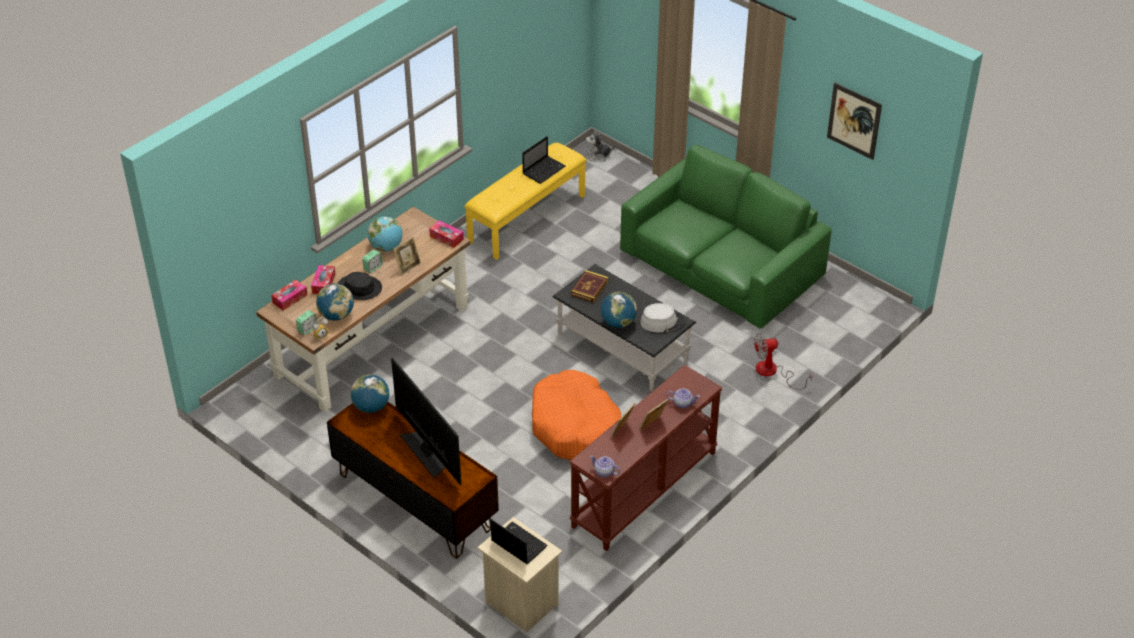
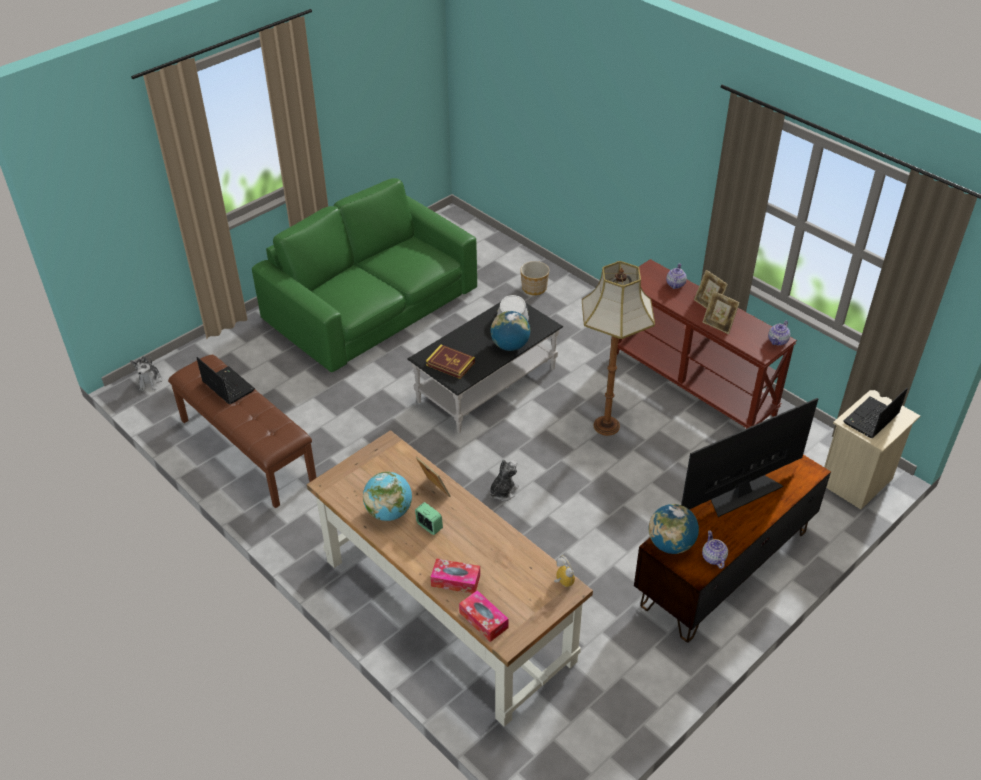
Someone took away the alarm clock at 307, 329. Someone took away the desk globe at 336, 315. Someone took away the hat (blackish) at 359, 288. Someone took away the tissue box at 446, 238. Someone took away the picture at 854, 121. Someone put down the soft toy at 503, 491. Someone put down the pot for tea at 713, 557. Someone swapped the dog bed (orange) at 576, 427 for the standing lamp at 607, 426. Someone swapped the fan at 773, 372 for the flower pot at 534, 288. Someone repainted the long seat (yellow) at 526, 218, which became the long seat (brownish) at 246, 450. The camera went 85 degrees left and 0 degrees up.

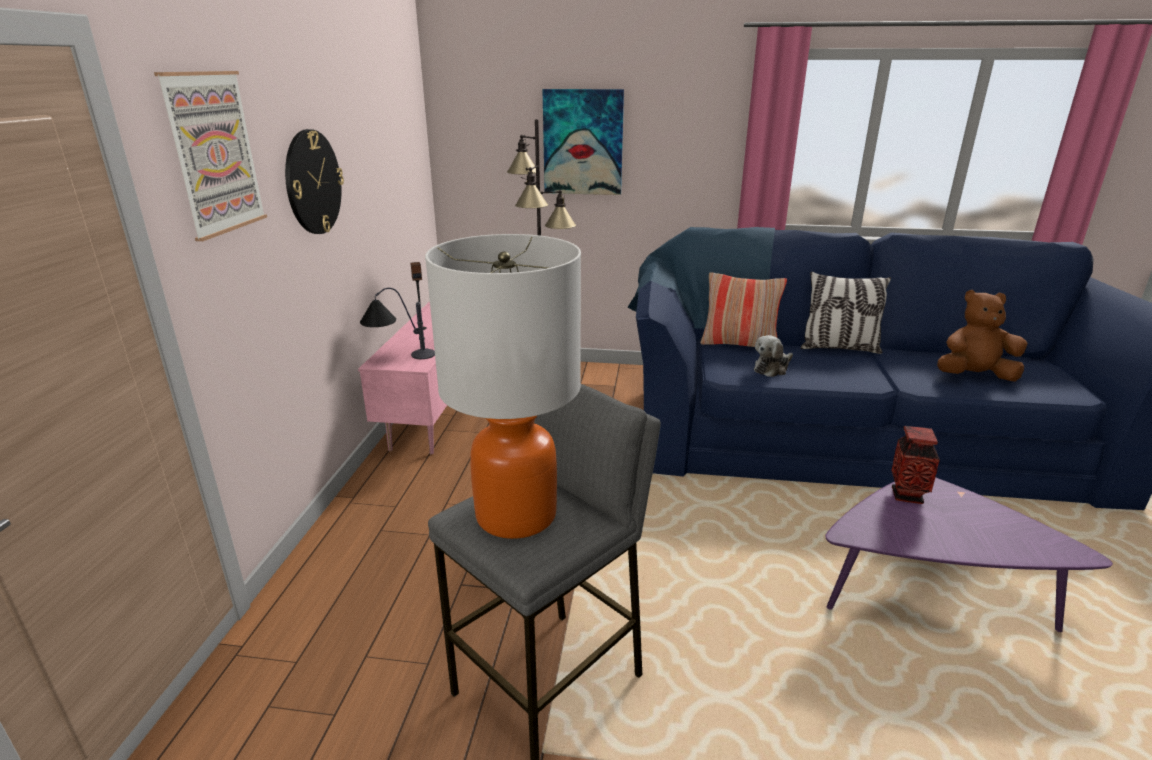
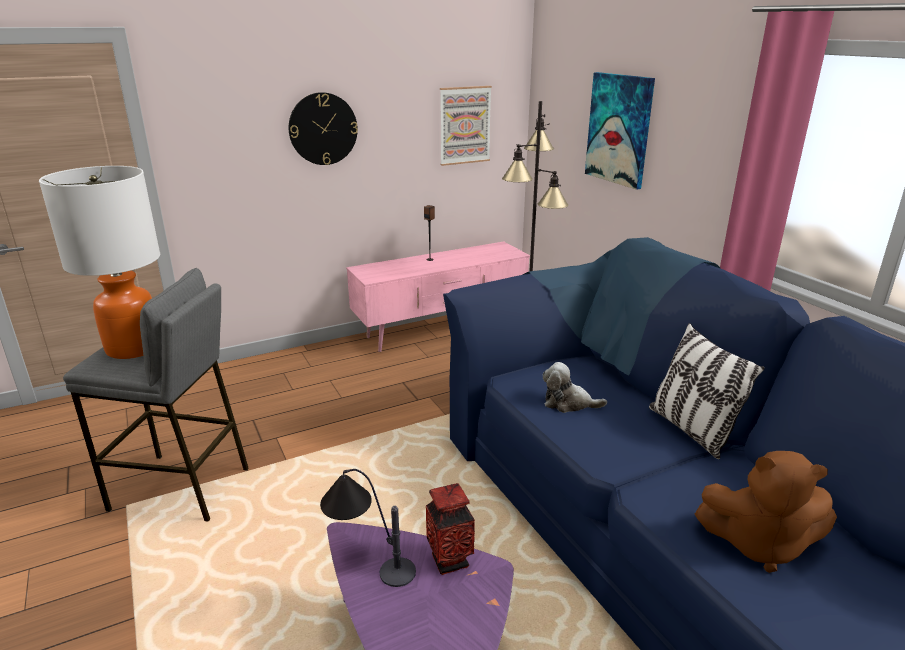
Someone took away the pillow at 739, 344. Someone carried the picture from 213, 153 to 464, 125. Someone carried the lamp for a table from 398, 358 to 367, 558. Someone rotated the soft toy (brownish) at 974, 376 by 135 degrees clockwise. The camera went 55 degrees right and 0 degrees up.

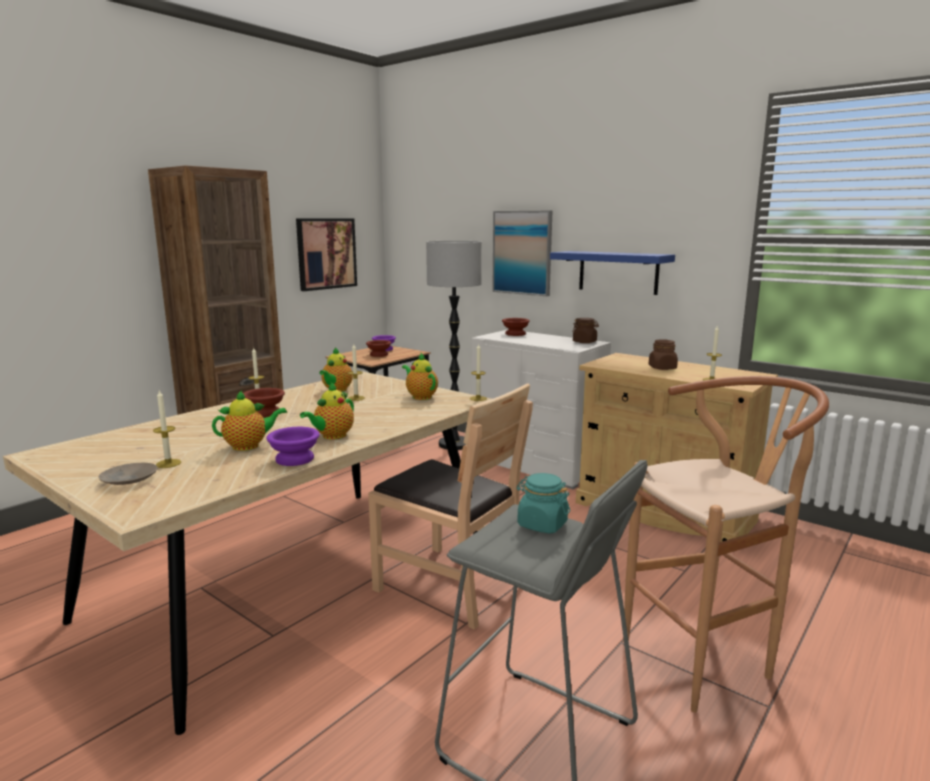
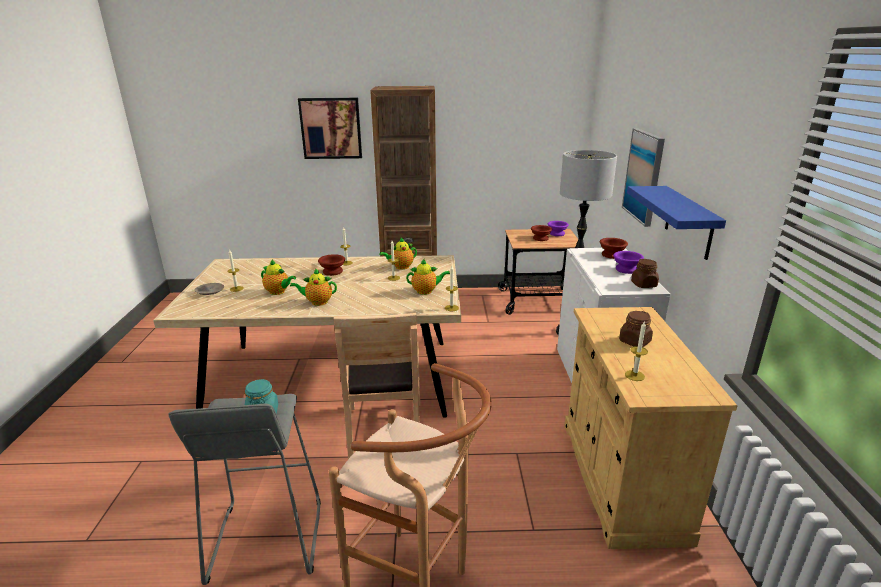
Someone carried the bowl (purple) from 296, 459 to 627, 270. Someone carried the picture from 326, 253 to 331, 128. Someone rotated the pot for tea at 420, 396 by 75 degrees clockwise. The camera went 50 degrees right and 10 degrees up.

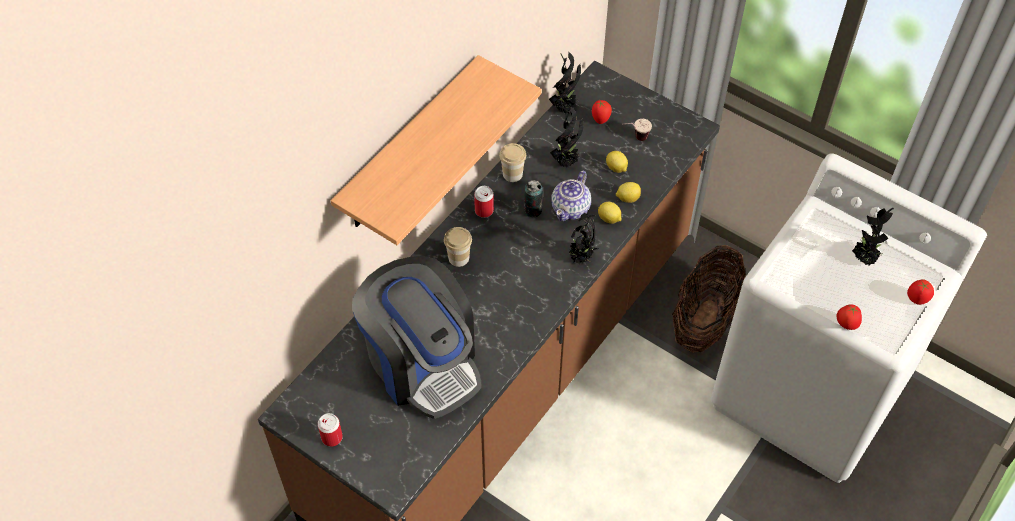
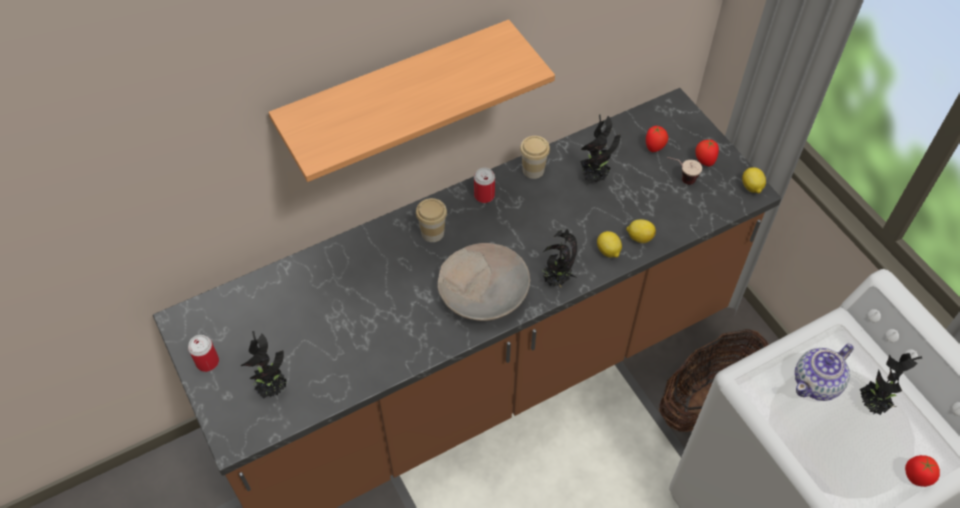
Someone took away the coffee brewer at 422, 362. Someone took away the sealed can at 533, 210. Someone put down the bowl (beige-coloured) at 484, 293. Someone carried the plant in a pot from 565, 108 to 273, 388. Someone carried the pot for tea from 571, 208 to 817, 383. Someone carried the lemon from 616, 168 to 751, 187. Someone carried the whole tomato from 846, 324 to 704, 161. The camera went 25 degrees right and 0 degrees up.

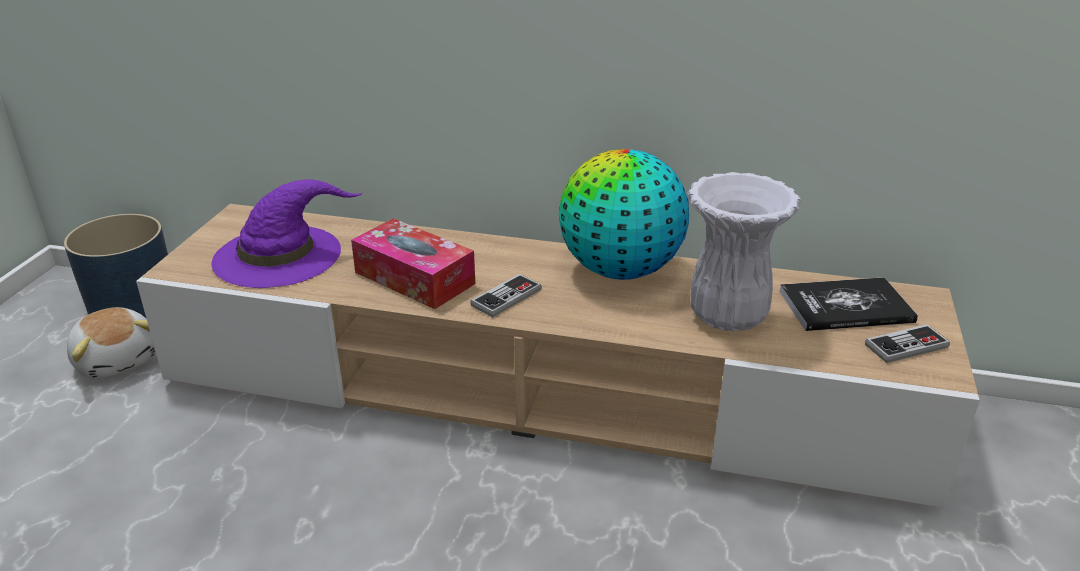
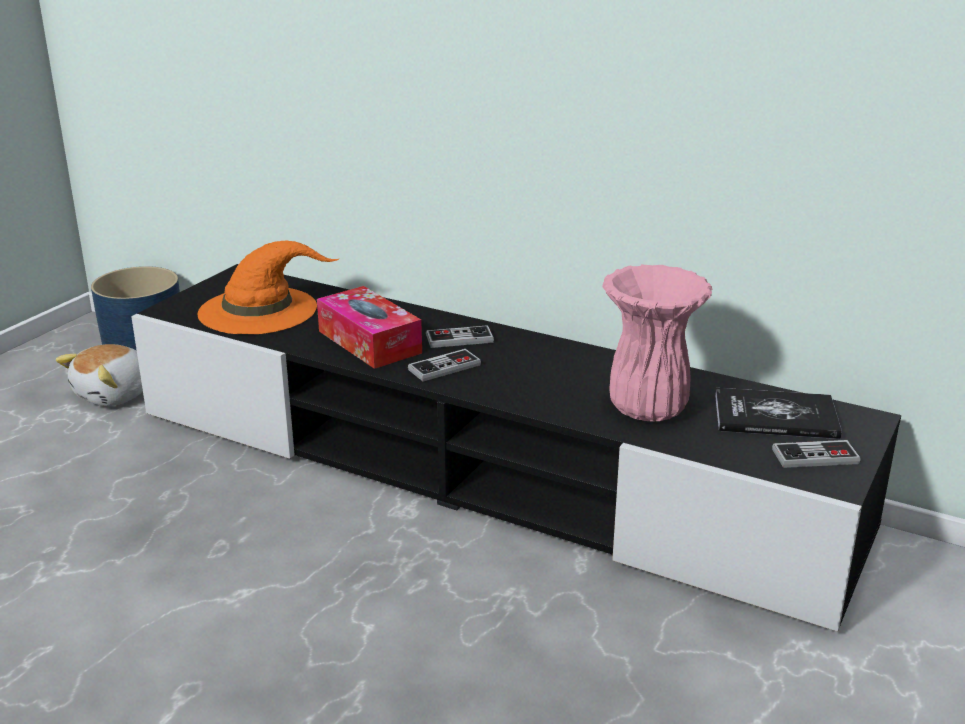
Someone took away the desk globe at 620, 270. Someone put down the game controller at 459, 339. Someone repainted the tv stand (beige-coloured) at 541, 390, which became the tv stand (blackish) at 484, 472. Someone repainted the hat (purple) at 279, 255, which became the hat (orange) at 260, 309. Someone repainted the vase (white) at 726, 317, which became the vase (pink) at 645, 410. Someone rotated the soft toy at 118, 360 by 60 degrees clockwise. The camera went 15 degrees right and 5 degrees down.

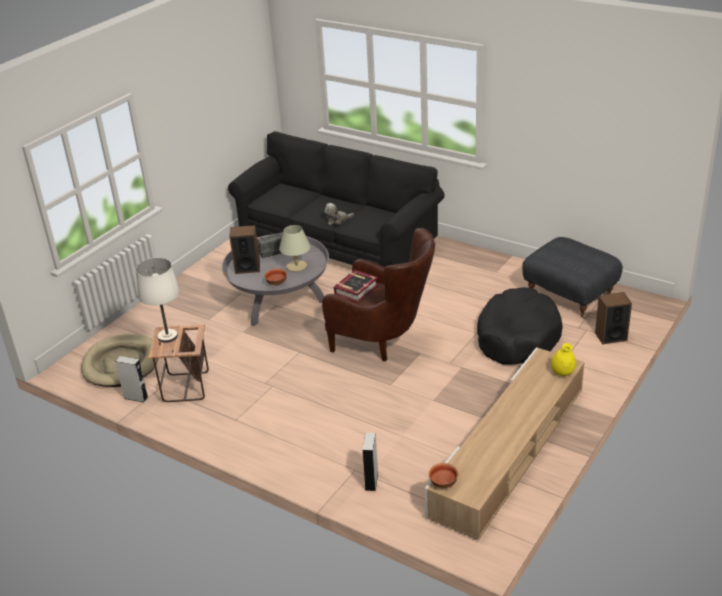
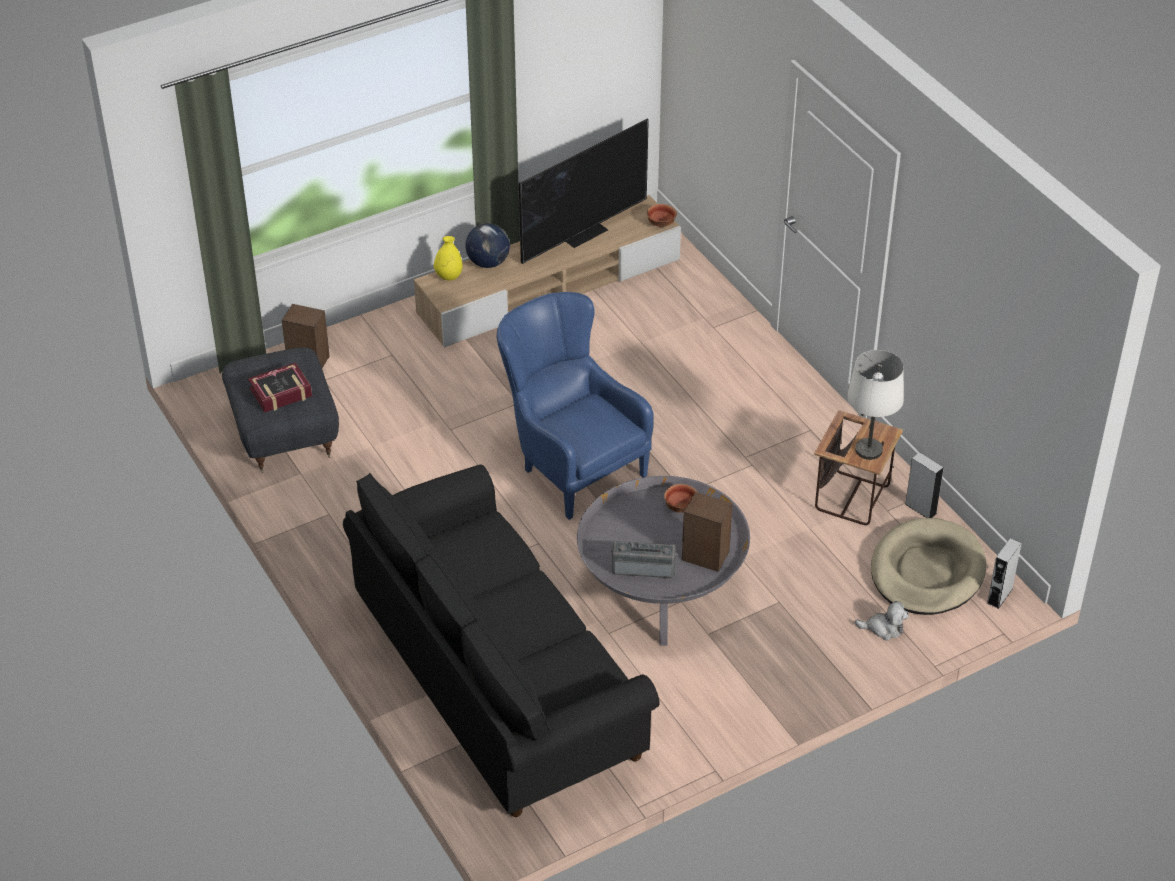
Someone took away the lamp for a table (beige-coloured) at 297, 267. Someone took away the dog bed (blackish) at 517, 337. Someone put down the desk globe at 488, 262. Someone put down the television at 584, 232. Someone carried the soft toy from 337, 220 to 883, 628. Someone carried the book from 356, 290 to 281, 393. Someone carried the loudspeaker (grey) from 371, 481 to 999, 596. Someone repainted the lounge chair (brownish) at 383, 341, which became the lounge chair (blue-coloured) at 571, 464. The camera went 155 degrees left and 10 degrees up.

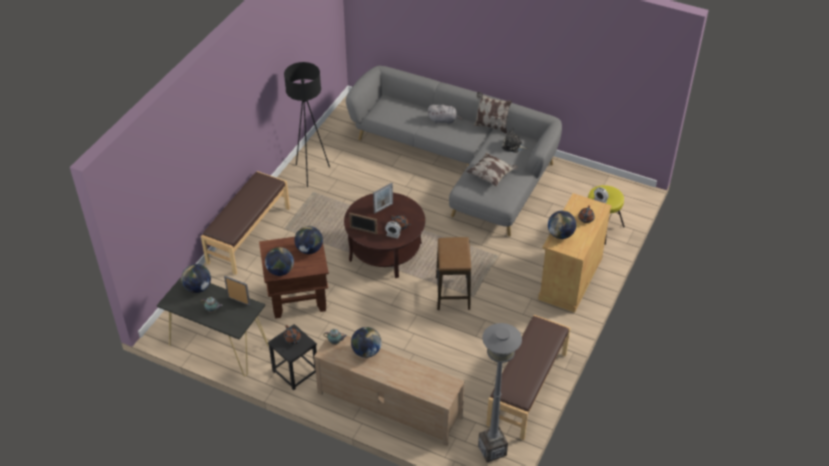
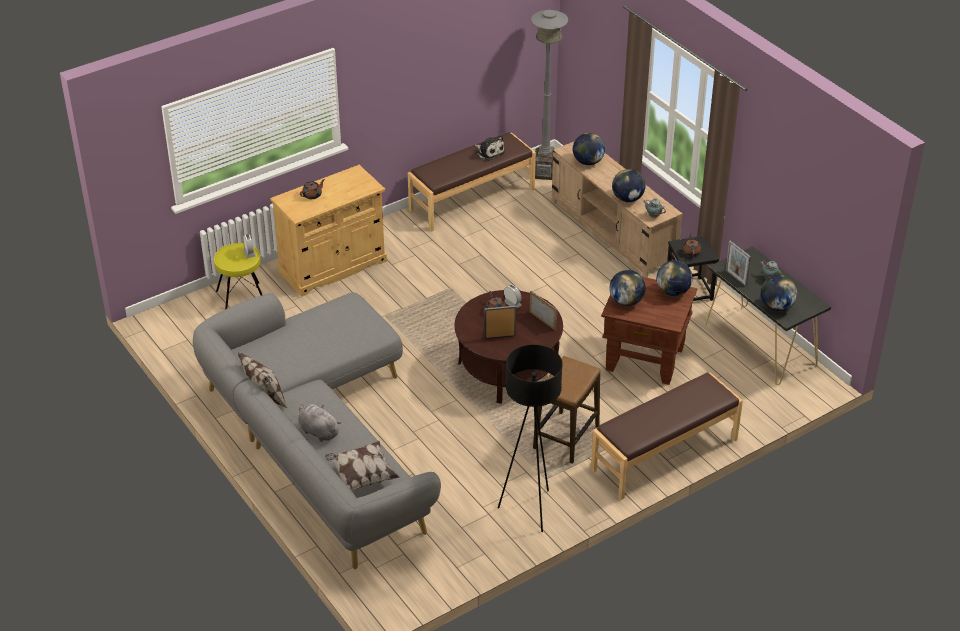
Someone carried the stool from 453, 293 to 566, 437. Someone carried the pillow from 491, 175 to 362, 475. Someone carried the soft toy from 513, 146 to 489, 152. Someone carried the desk globe from 560, 234 to 588, 162. The camera went 150 degrees left and 5 degrees down.

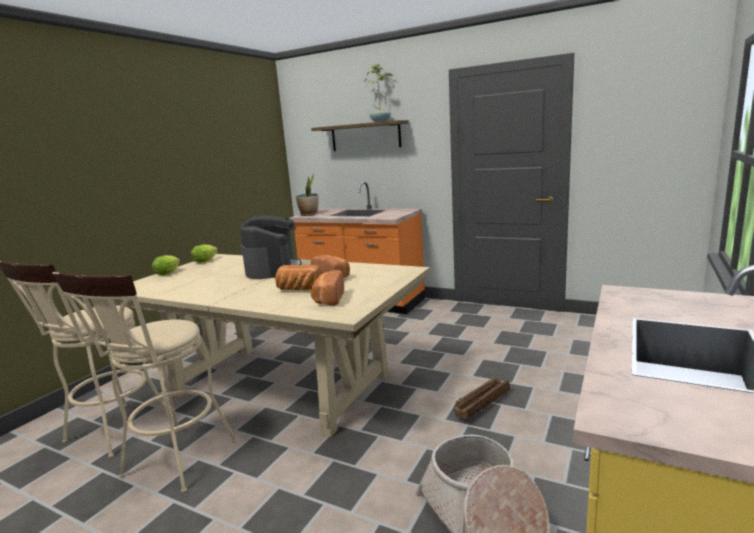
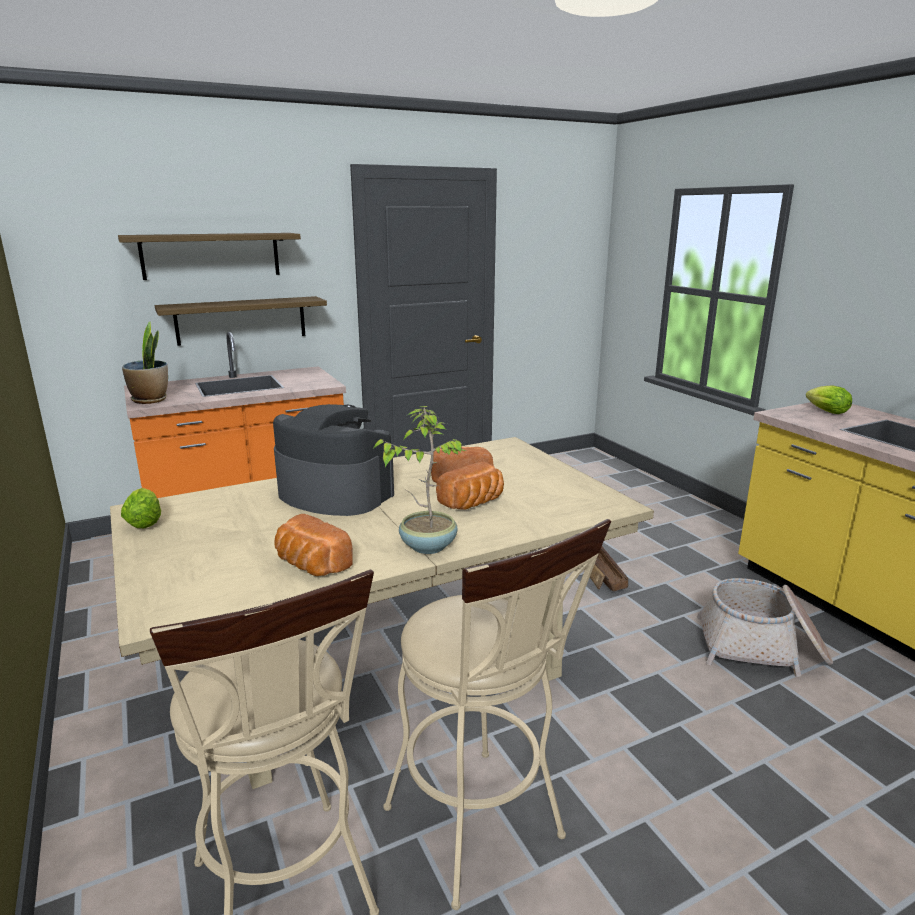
Someone put up the wall shelf at 241, 320. Someone carried the head of lettuce from 169, 273 to 824, 411. Someone carried the baked bread from 328, 299 to 310, 565. Someone carried the plant in a pot from 381, 121 to 427, 545. The camera went 55 degrees left and 5 degrees up.

